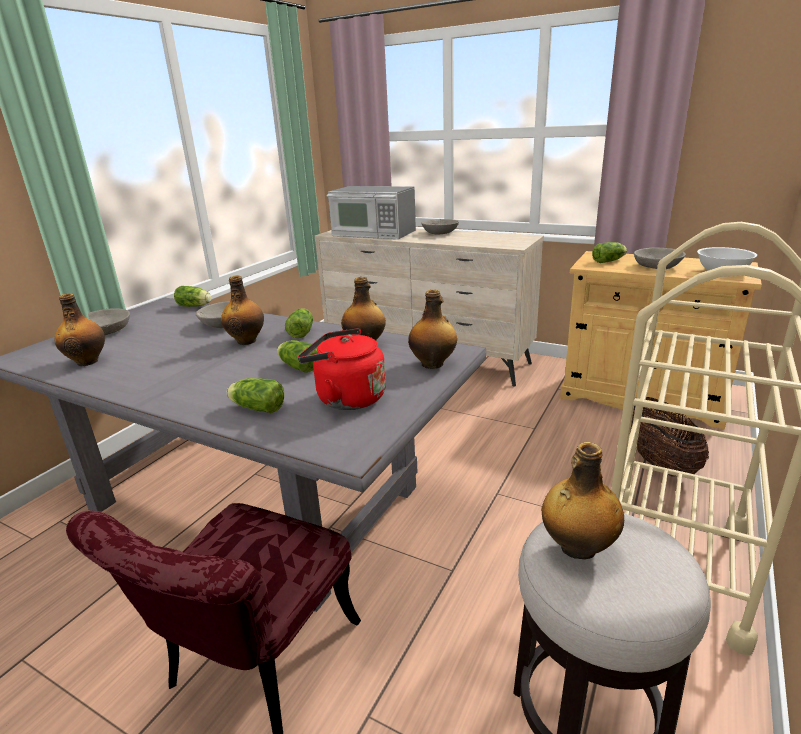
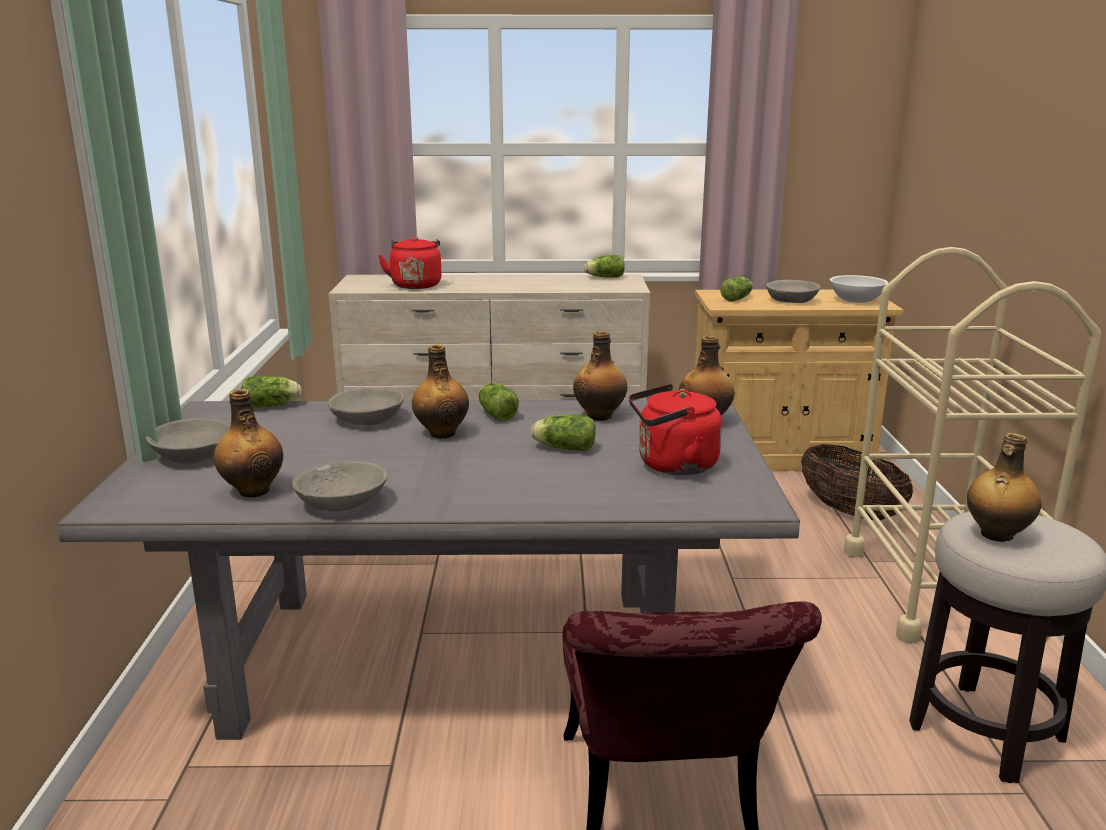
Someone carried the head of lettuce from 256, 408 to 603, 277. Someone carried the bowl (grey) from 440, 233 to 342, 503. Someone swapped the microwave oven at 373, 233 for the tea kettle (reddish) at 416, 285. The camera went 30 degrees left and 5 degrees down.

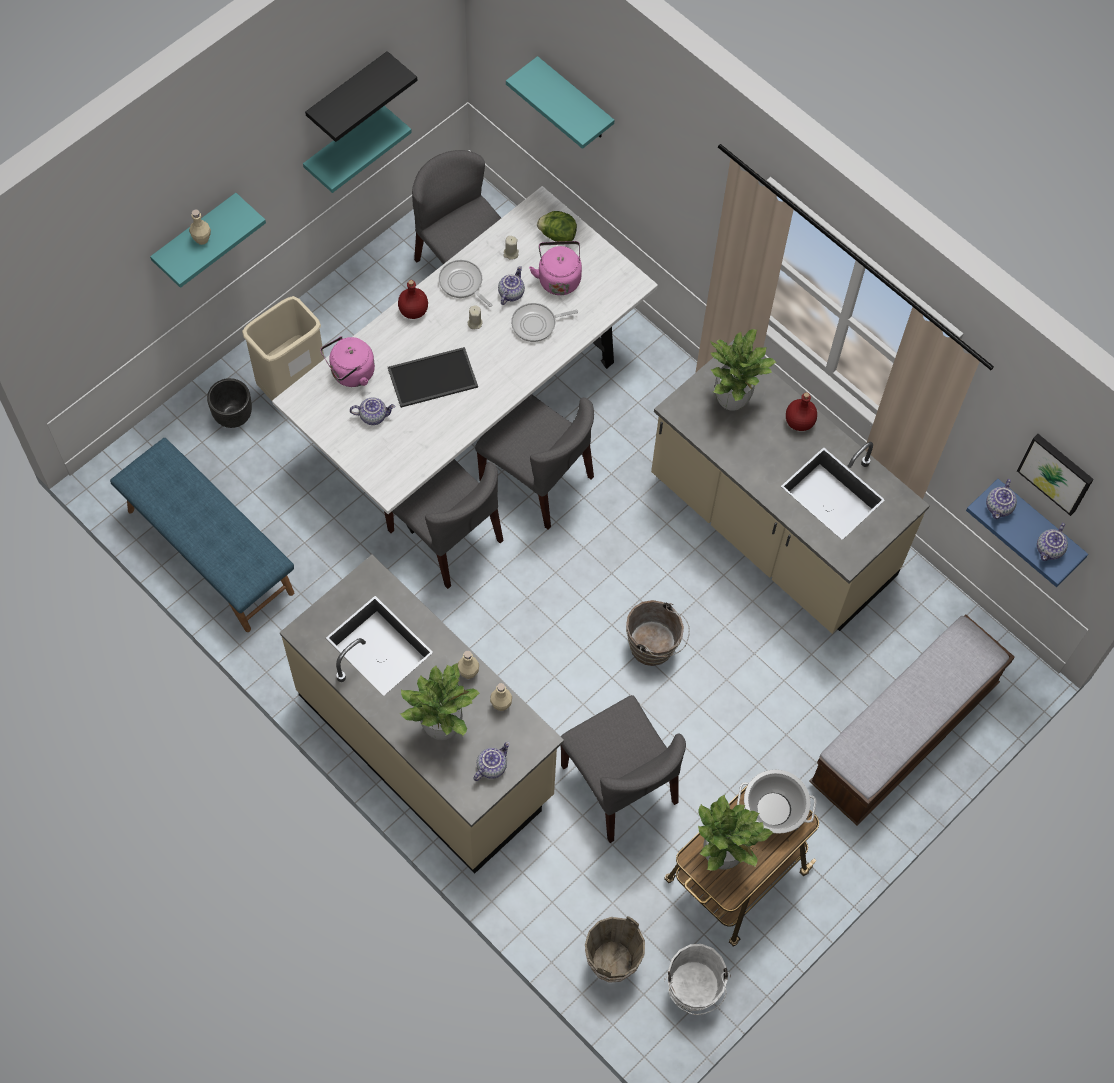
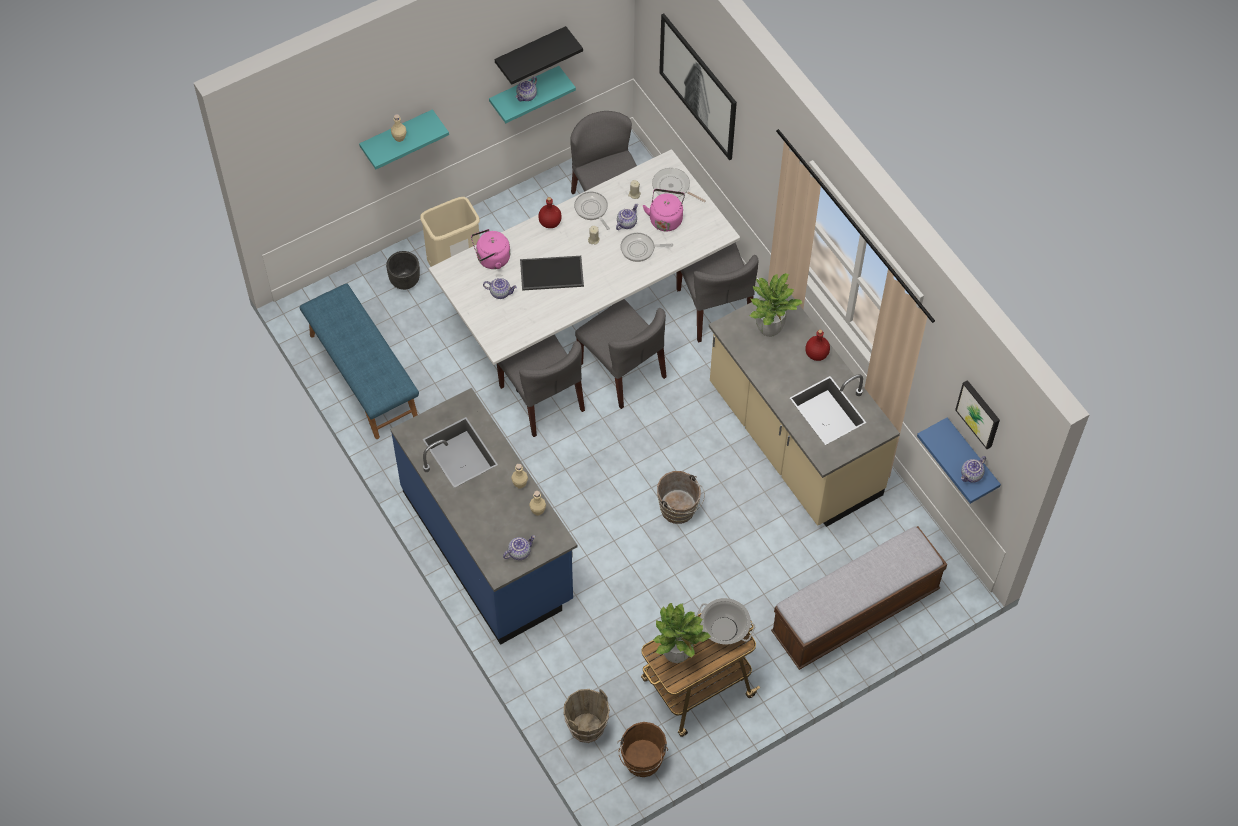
Someone took away the plant in a pot at 442, 726. Someone carried the upright chair (grey) from 620, 785 to 714, 308. Someone carried the pot for tea from 999, 507 to 527, 96. Someone swapped the wall shelf (turquoise) at 575, 101 for the picture at 698, 86. Someone swapped the head of lettuce at 557, 235 for the pan at 673, 187. Someone repainted the counter (beige-coloured) at 426, 745, which became the counter (blue-coloured) at 488, 546. Someone repainted the water bucket (white) at 693, 992, which became the water bucket (brownish) at 642, 763. The camera went 15 degrees right and 5 degrees down.

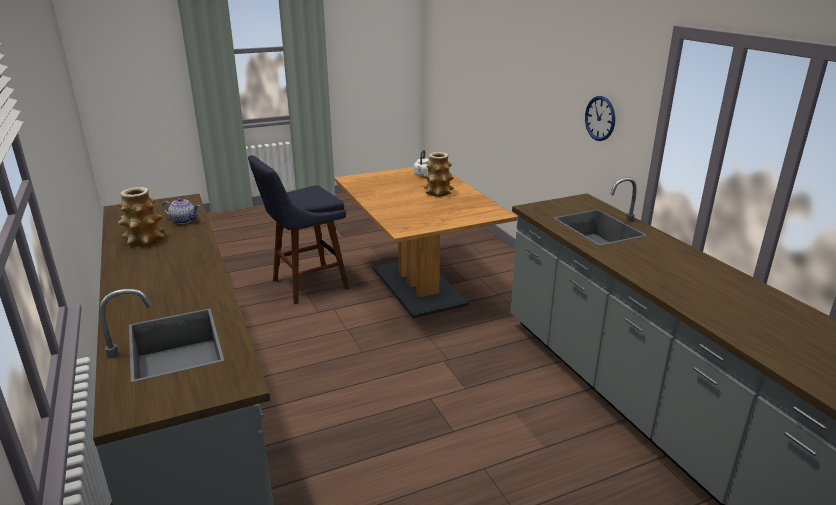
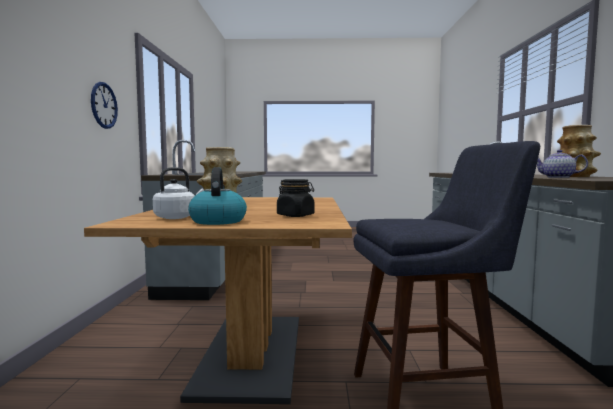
Someone put down the tea kettle at 217, 221. Someone put down the jar (blackish) at 295, 215. The camera went 155 degrees left and 20 degrees down.

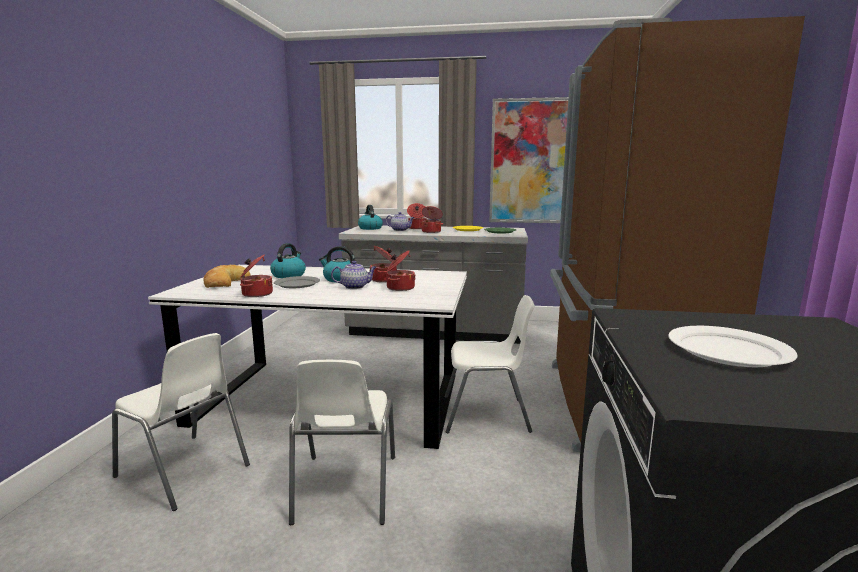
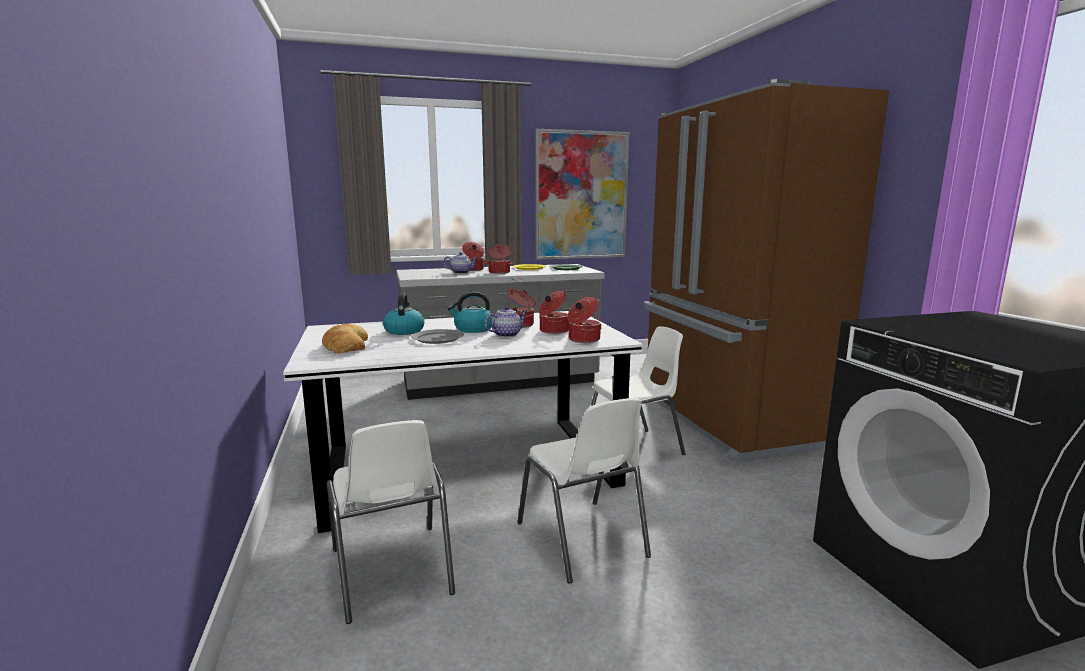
Someone took away the tea kettle at 370, 228. Someone took away the plate (white) at 728, 350. Someone carried the stockpot from 256, 294 to 583, 340. Someone rotated the upright chair (white) at 184, 471 by 60 degrees clockwise. The camera went 25 degrees left and 0 degrees up.

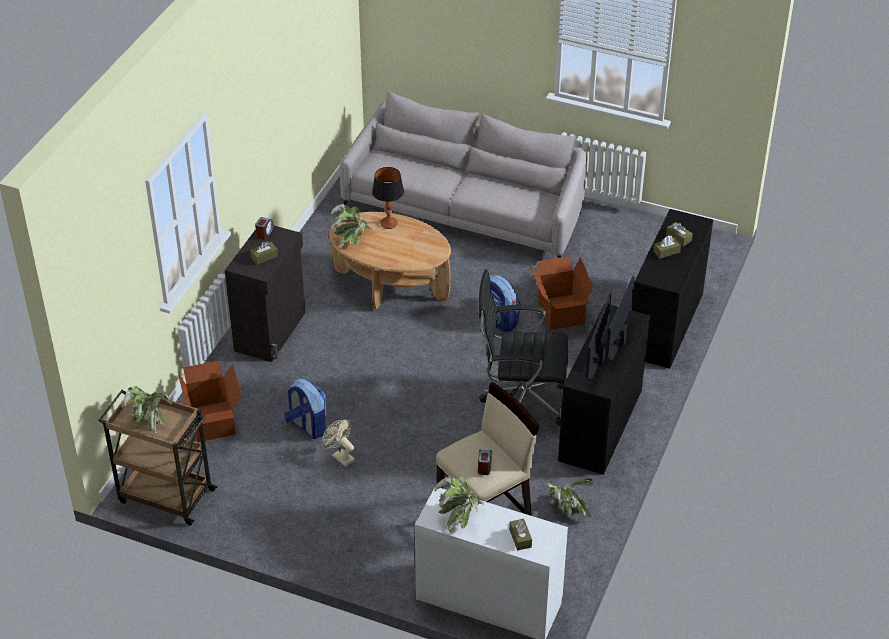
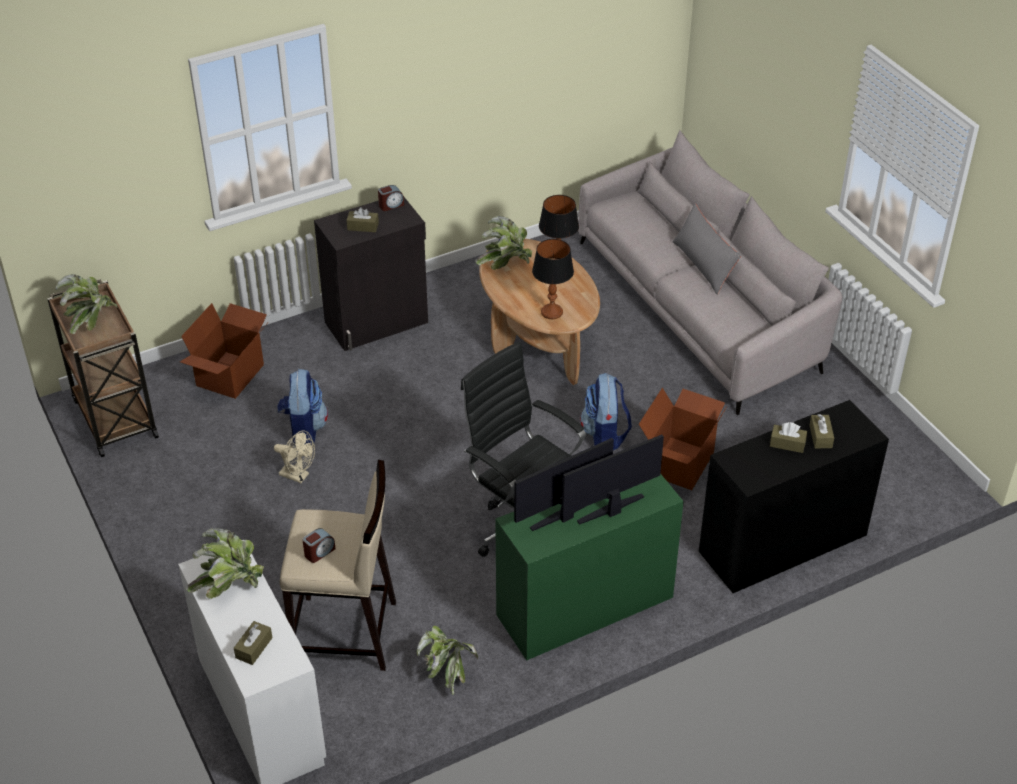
Someone put down the lamp for a table at 551, 312. Someone put down the pillow (grey) at 704, 265. Someone repainted the desk table (blackish) at 601, 425, which became the desk table (green-coloured) at 585, 607. Someone rotated the fan (beige-coloured) at 340, 456 by 120 degrees clockwise. The camera went 40 degrees right and 0 degrees up.

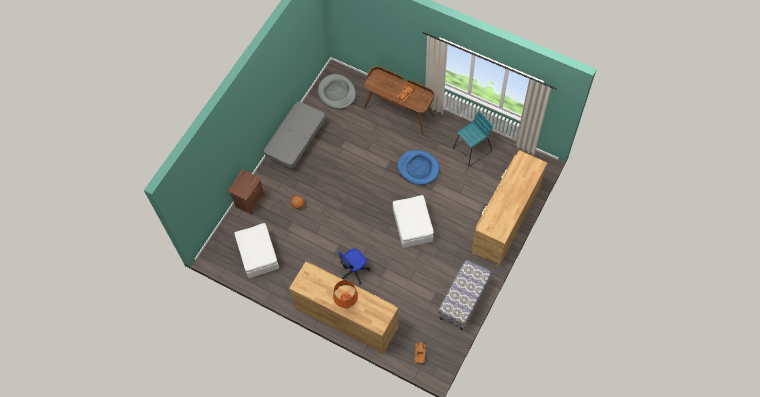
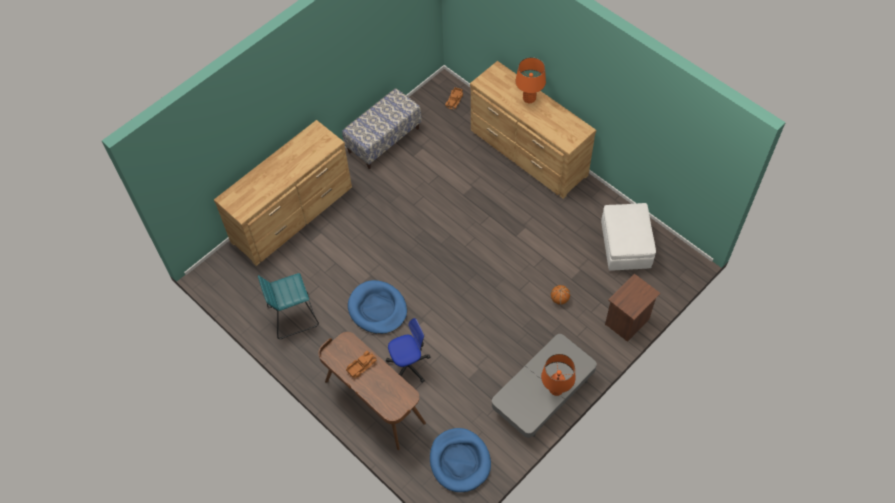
Someone took away the ottoman (white) at 412, 227. Someone put down the lamp for a table (orange) at 556, 389. Someone carried the office chair from 354, 270 to 408, 365. Someone repainted the dog bed (grey) at 337, 93, which became the dog bed (blue-coloured) at 460, 461. The camera went 165 degrees left and 5 degrees down.

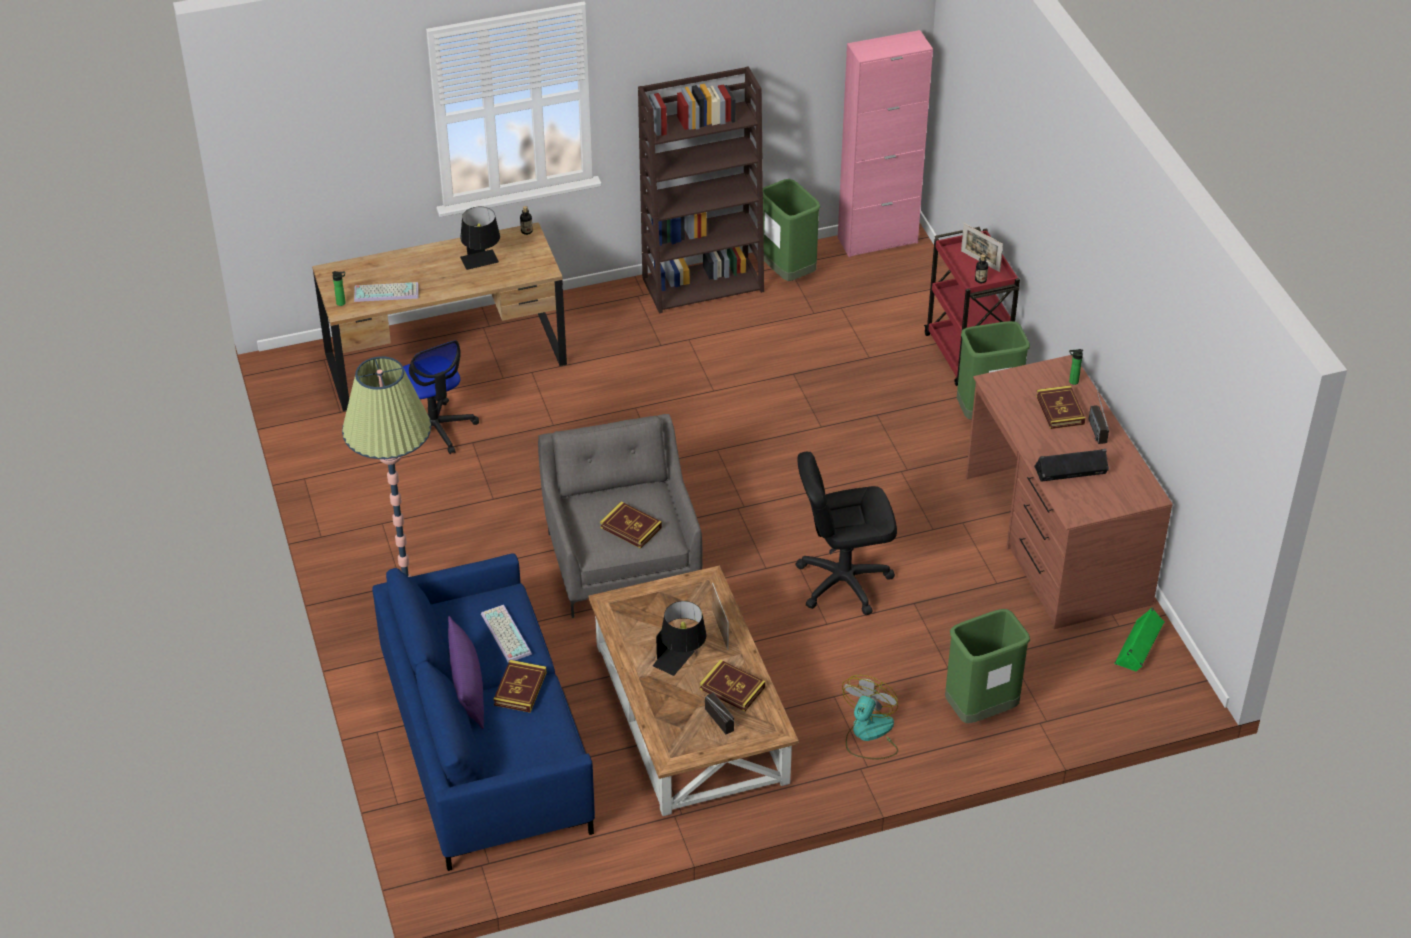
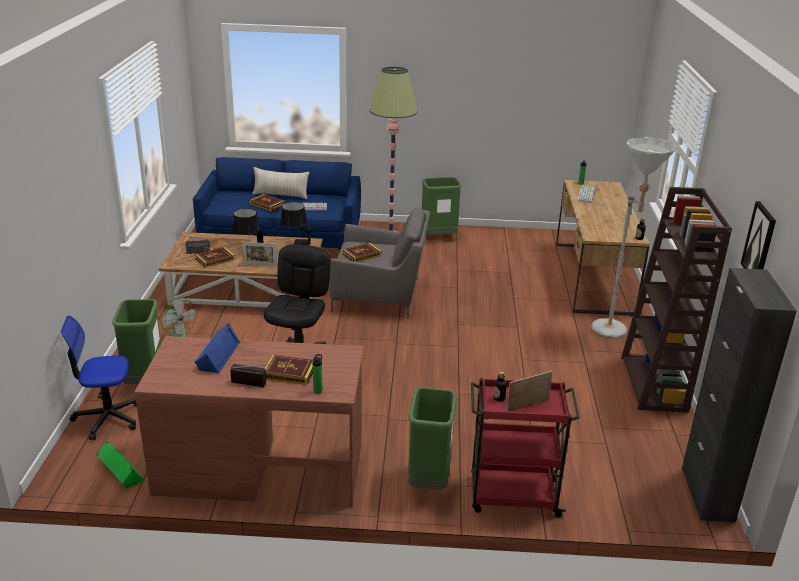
Someone put down the standing lamp (grey) at 615, 332. Someone put up the picture at 759, 243. Someone carried the office chair from 435, 429 to 107, 418. Someone carried the lamp for a table (blackish) from 482, 264 to 296, 244. Someone carried the trash can (green-coloured) from 787, 273 to 438, 237. Someone repainted the pillow (purple) at 468, 688, which became the pillow (beige-coloured) at 281, 195. Someone repainted the cupboard (pink) at 877, 240, which became the cupboard (blackish) at 707, 494. Someone repainted the loudspeaker (blackish) at 1071, 472, which became the loudspeaker (blue-coloured) at 217, 355. The camera went 110 degrees right and 15 degrees down.

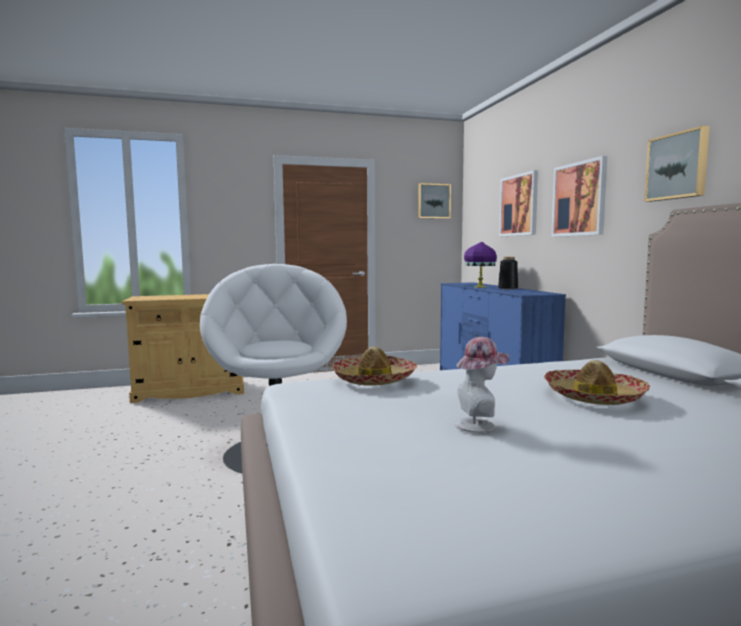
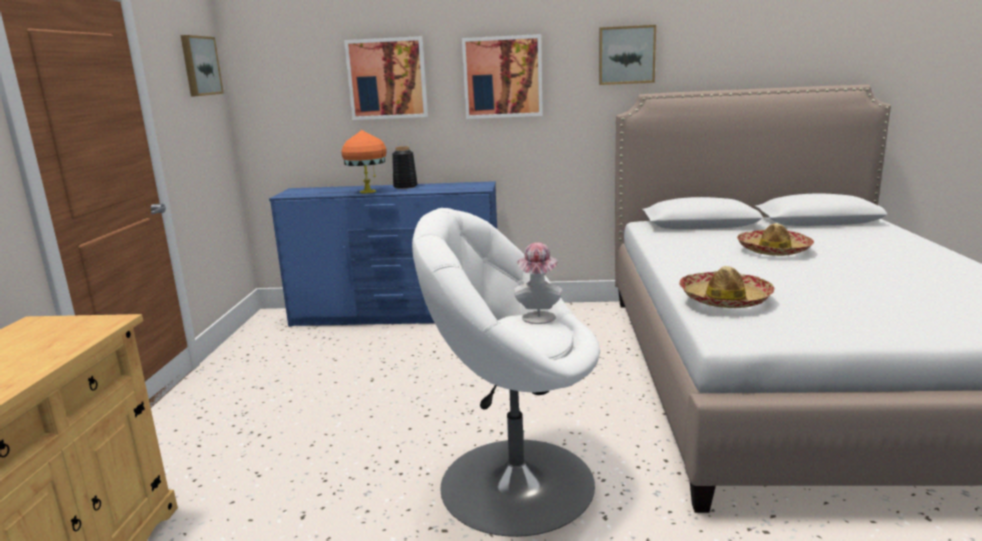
Someone carried the hat from 479, 424 to 538, 315. Someone repainted the lamp for a table (purple) at 479, 287, which became the lamp for a table (orange) at 367, 192. The camera went 70 degrees left and 10 degrees up.

